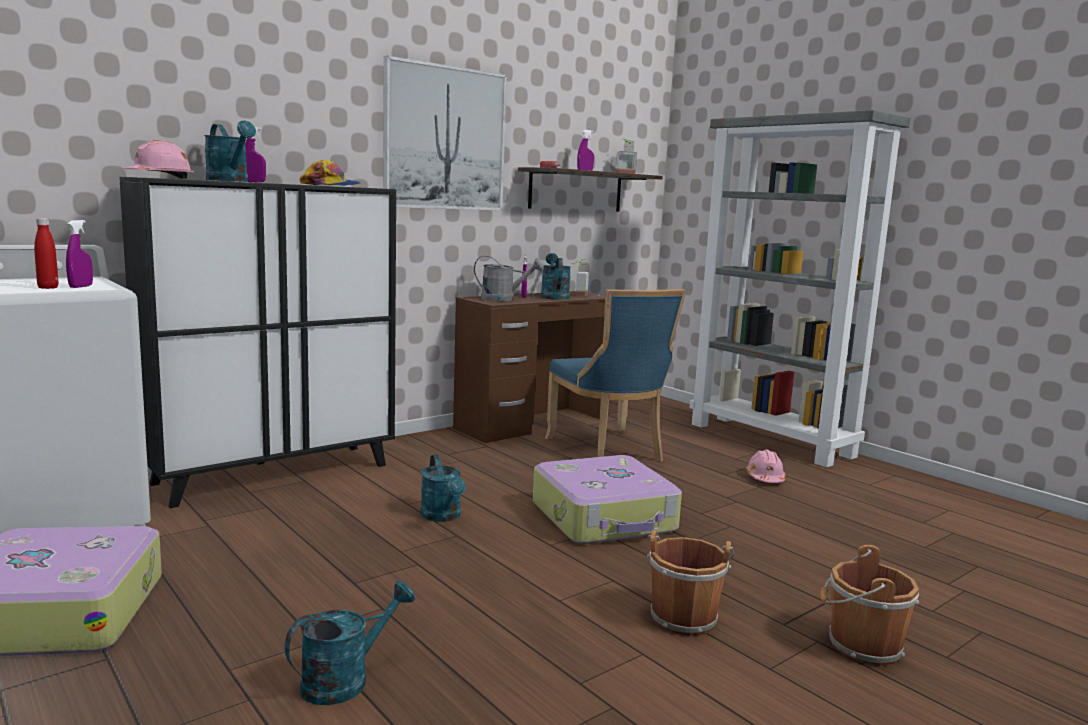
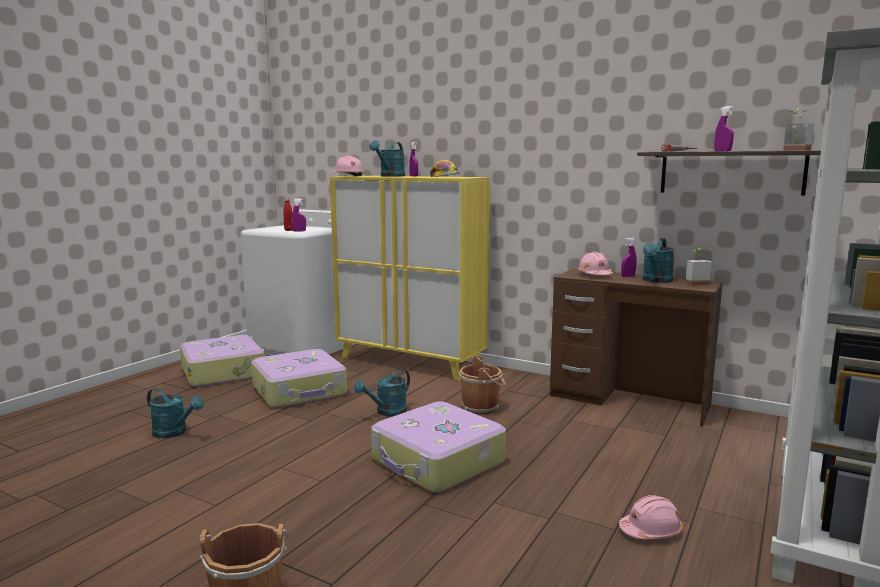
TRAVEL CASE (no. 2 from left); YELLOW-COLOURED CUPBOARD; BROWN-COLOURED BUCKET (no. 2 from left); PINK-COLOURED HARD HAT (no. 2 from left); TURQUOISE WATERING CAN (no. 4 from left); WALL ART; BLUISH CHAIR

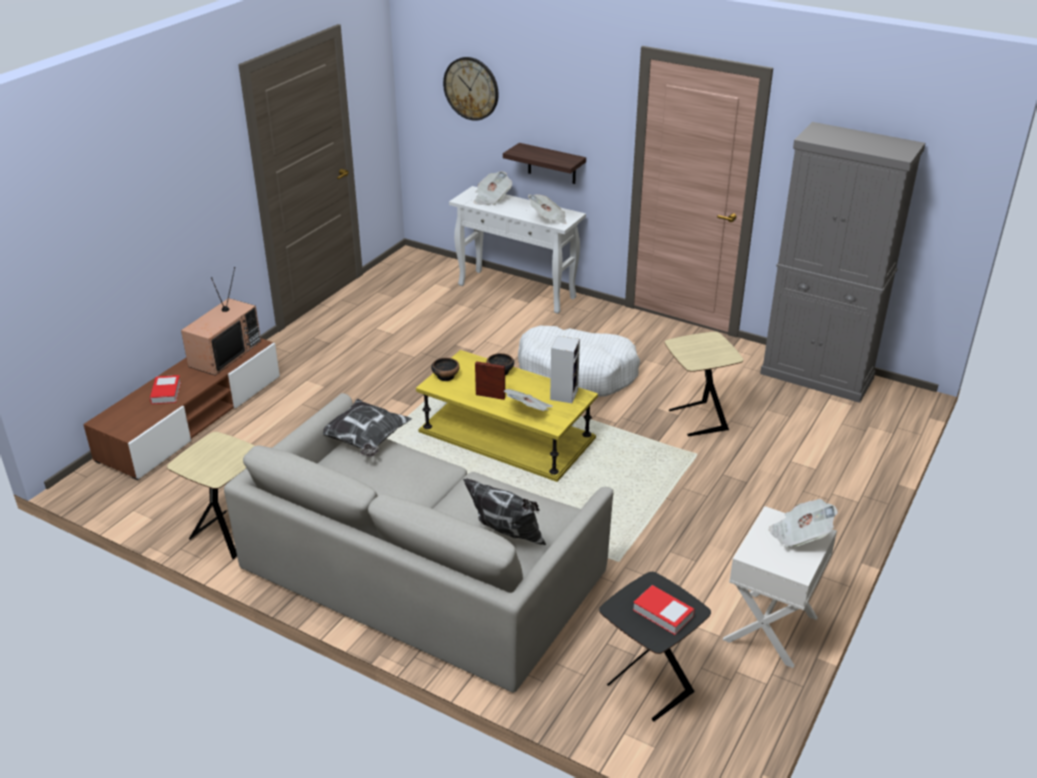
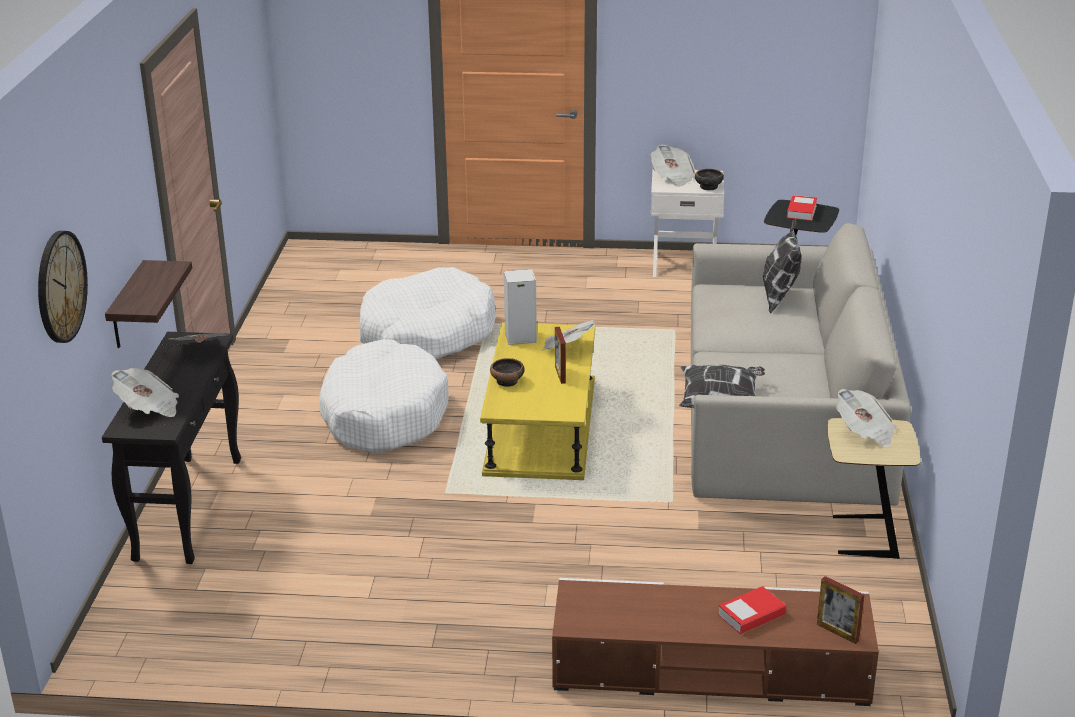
BLACKISH NARROW TABLE; WHITISH DOG BED (no. 2 from left); SERVING BOWL (no. 2 from left); PICTURE FRAME (no. 2 from left); PRINTED PAPER (no. 5 from left); TV SET; GRAY CUPBOARD

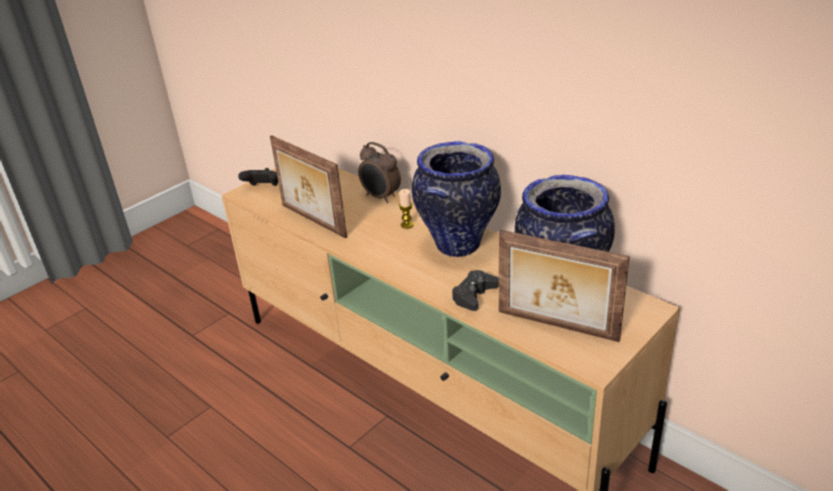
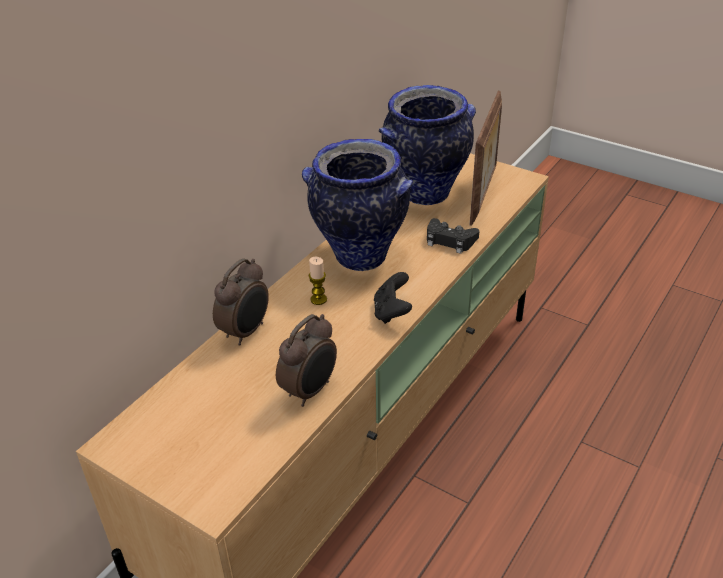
BEDSIDE CLOCK (no. 2 from left); BLACKISH GAME CONTROLLER (no. 1 from left)

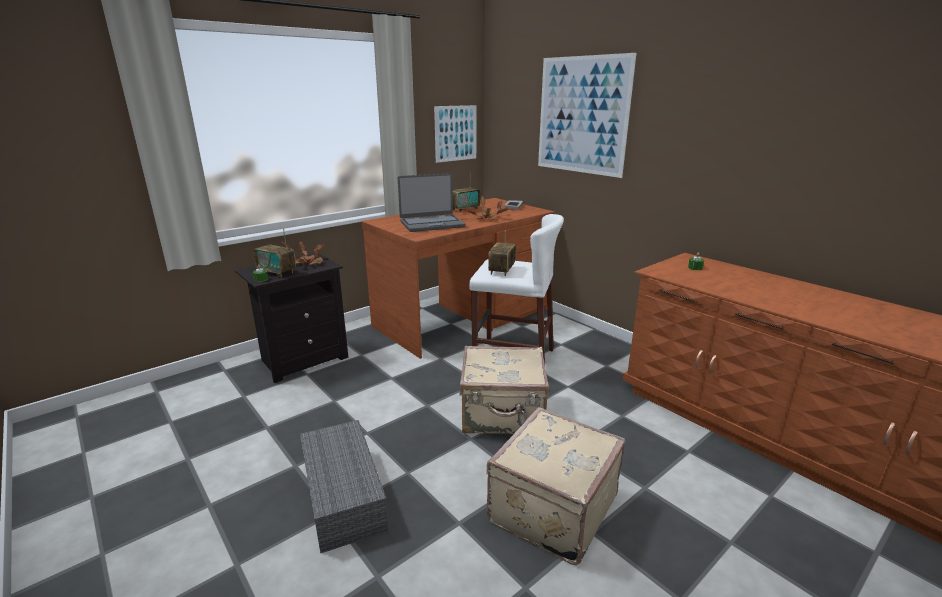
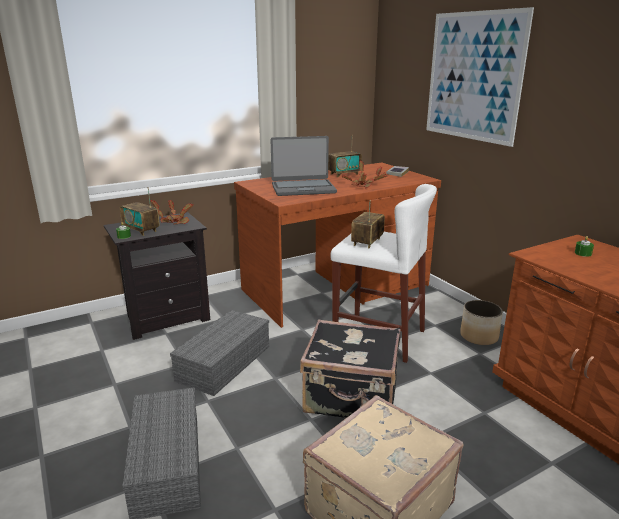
GRAY STORAGE BIN (no. 2 from left); BLACKISH TRAVEL CASE; FLOWER POT; WALL ART (no. 1 from left in the first image)

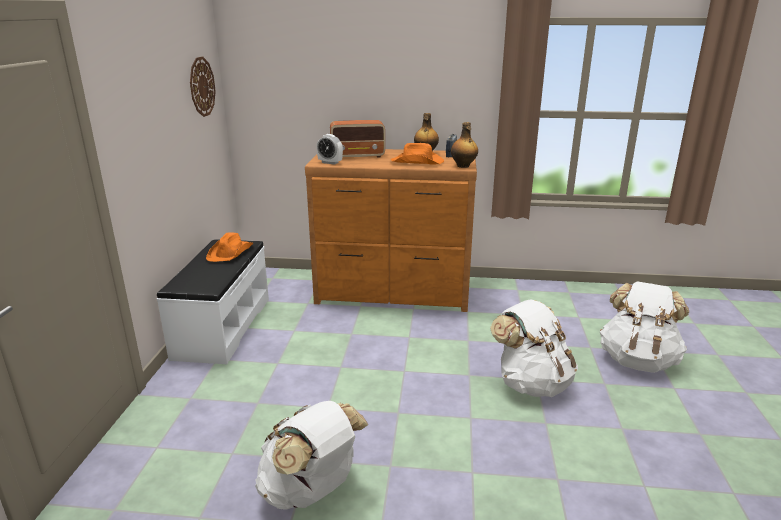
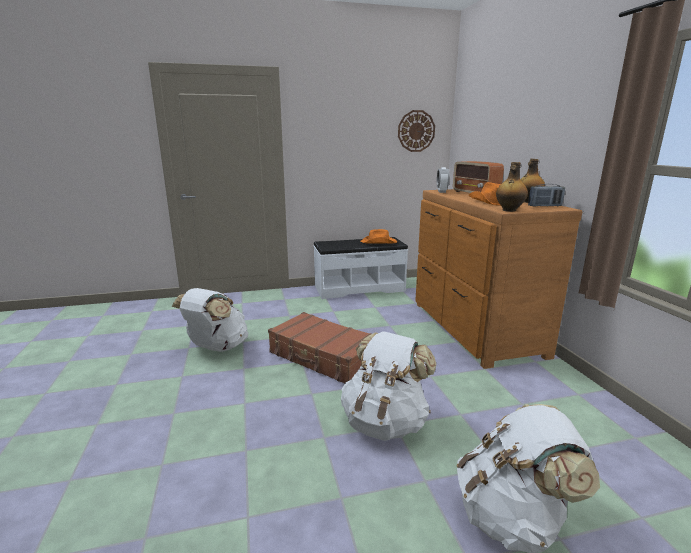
BROWN-COLOURED TRAVEL CASE

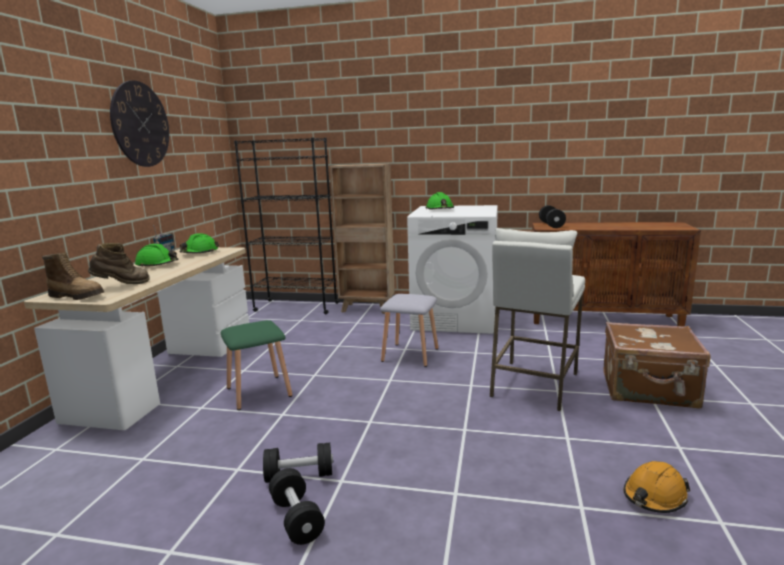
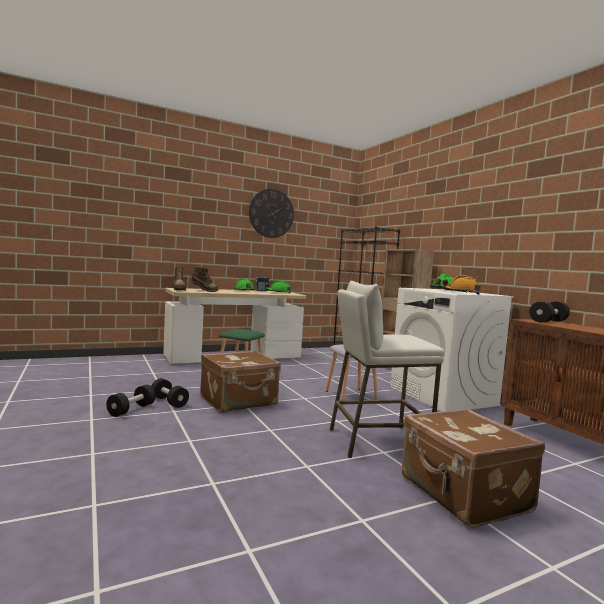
BROWN-COLOURED TRAVEL CASE (no. 1 from left); ORANGE-COLOURED HARD HAT

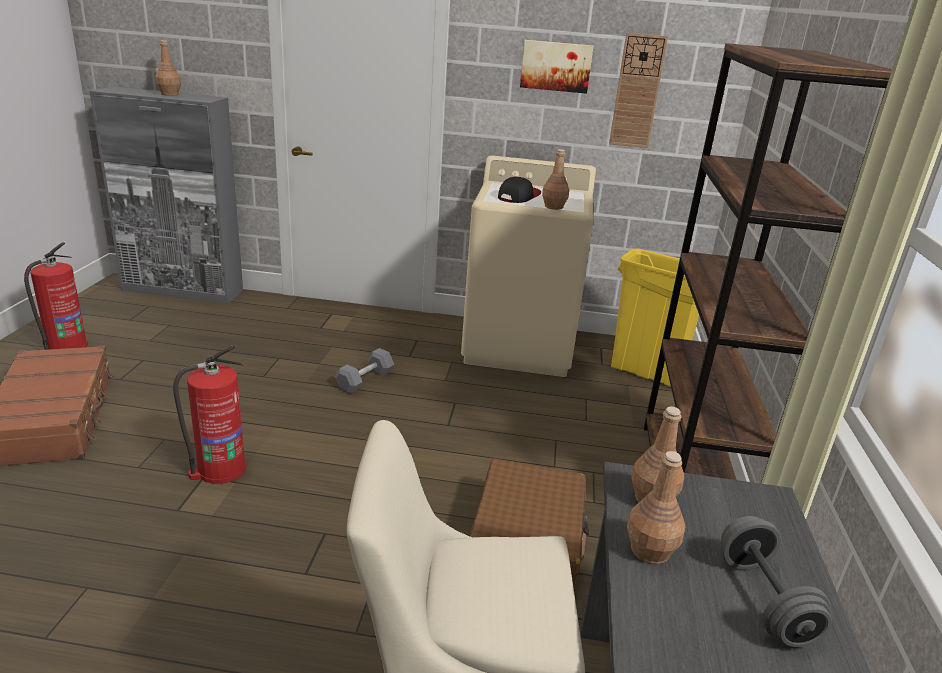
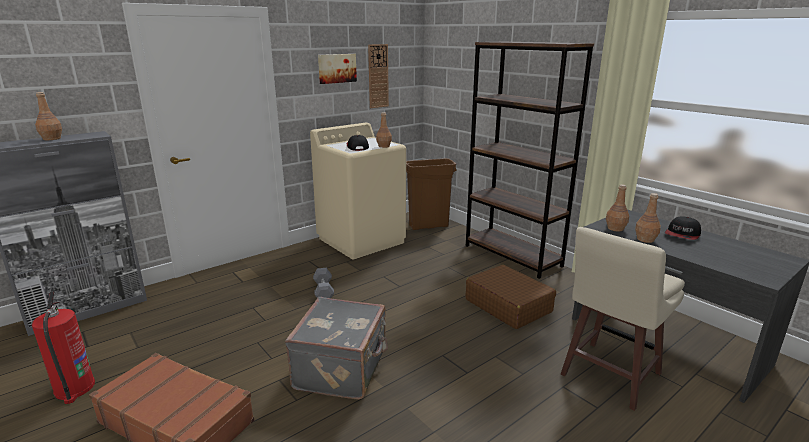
GRAY TRAVEL CASE; BROWN-COLOURED WASTE BIN; BASEBALL CAP (no. 2 from left)

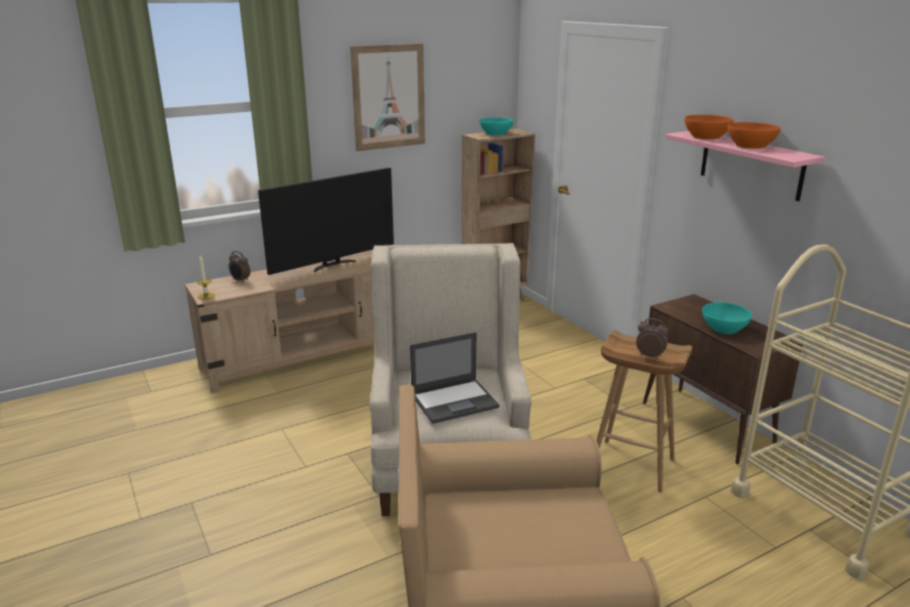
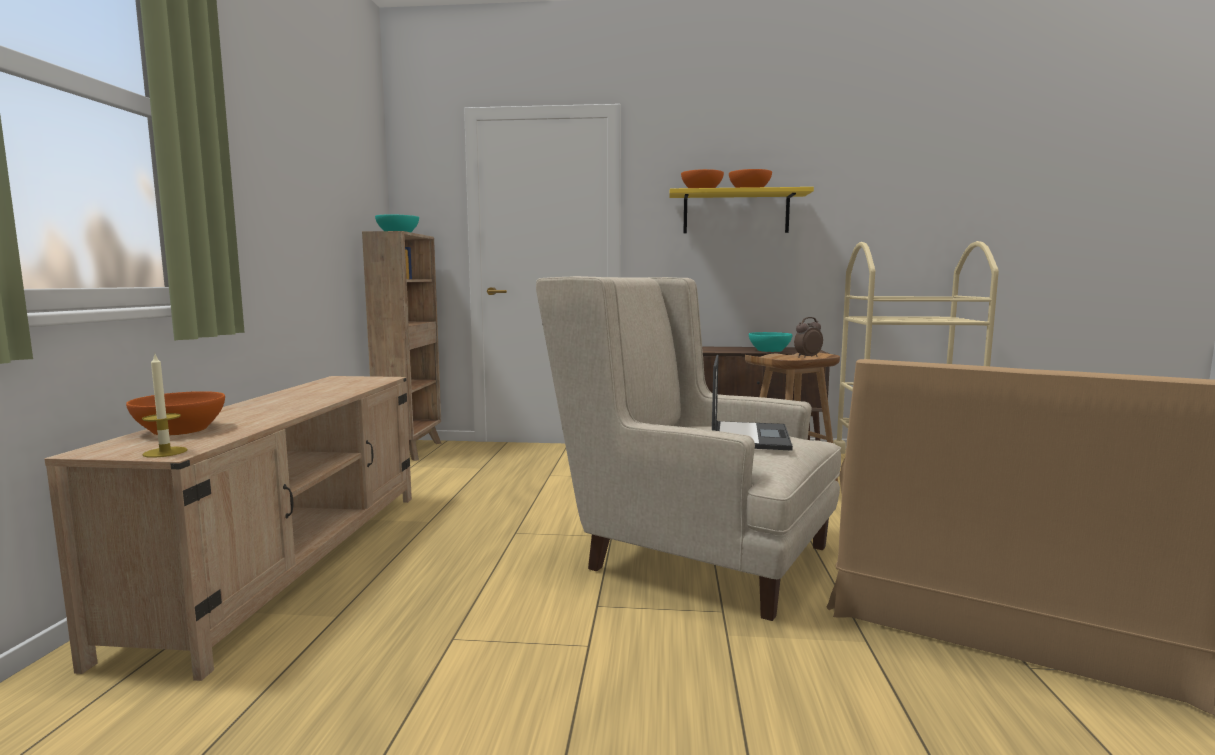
ORANGE-COLOURED SERVING BOWL (no. 1 from left); YELLOW-COLOURED SHELF; TV SET; WALL ART

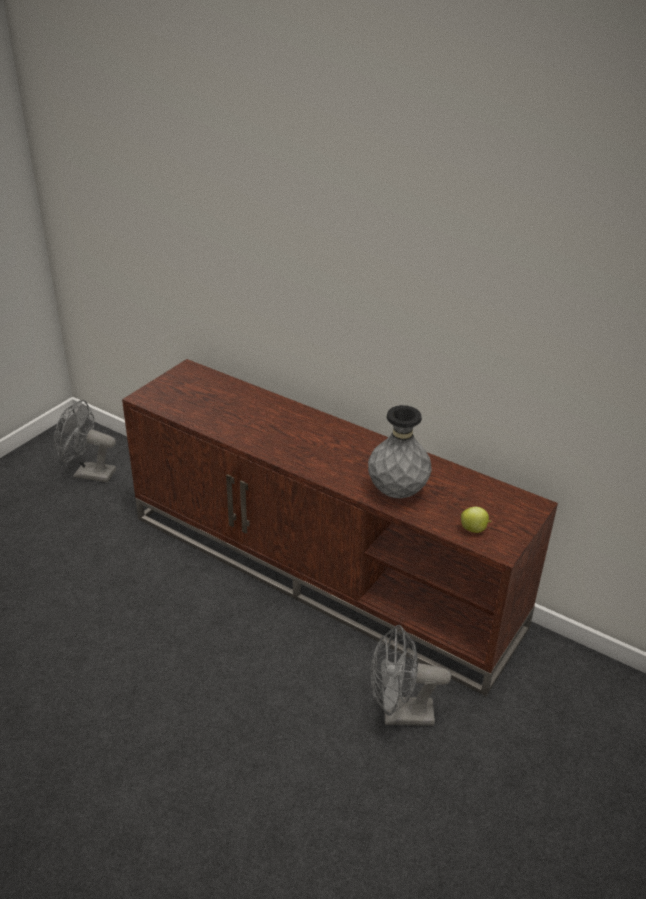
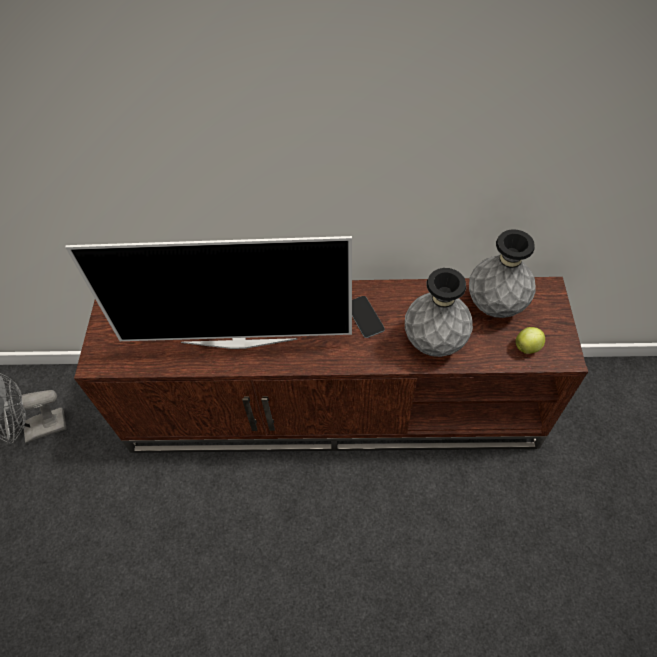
TV SET; PHONE; GRAY FLOWER VASE (no. 2 from left); GRAY ELECTRIC FAN (no. 2 from left in the first image)

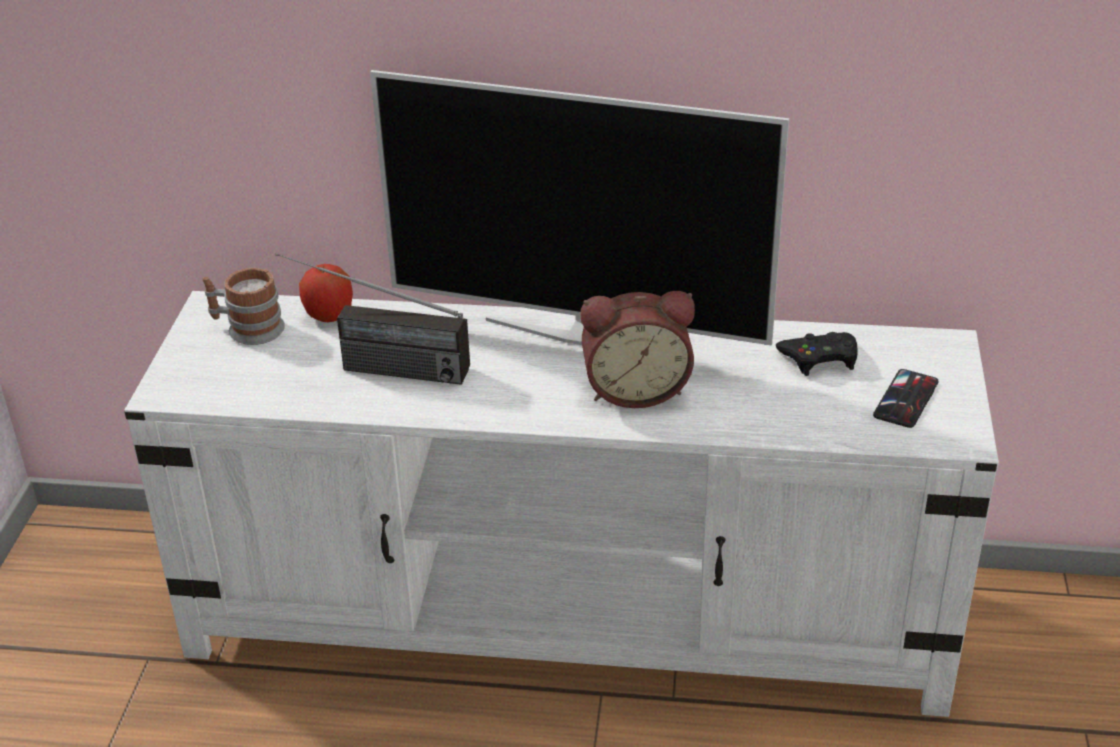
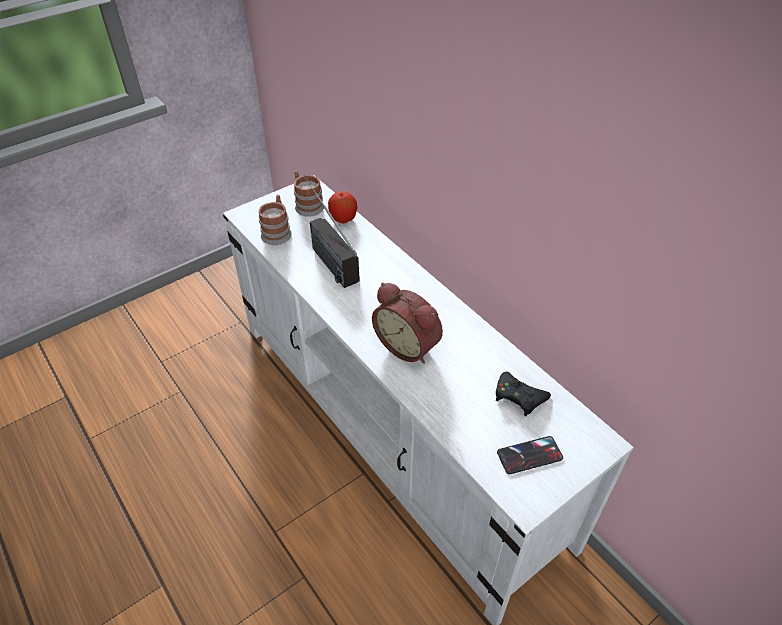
MUG (no. 1 from left); TV SET

